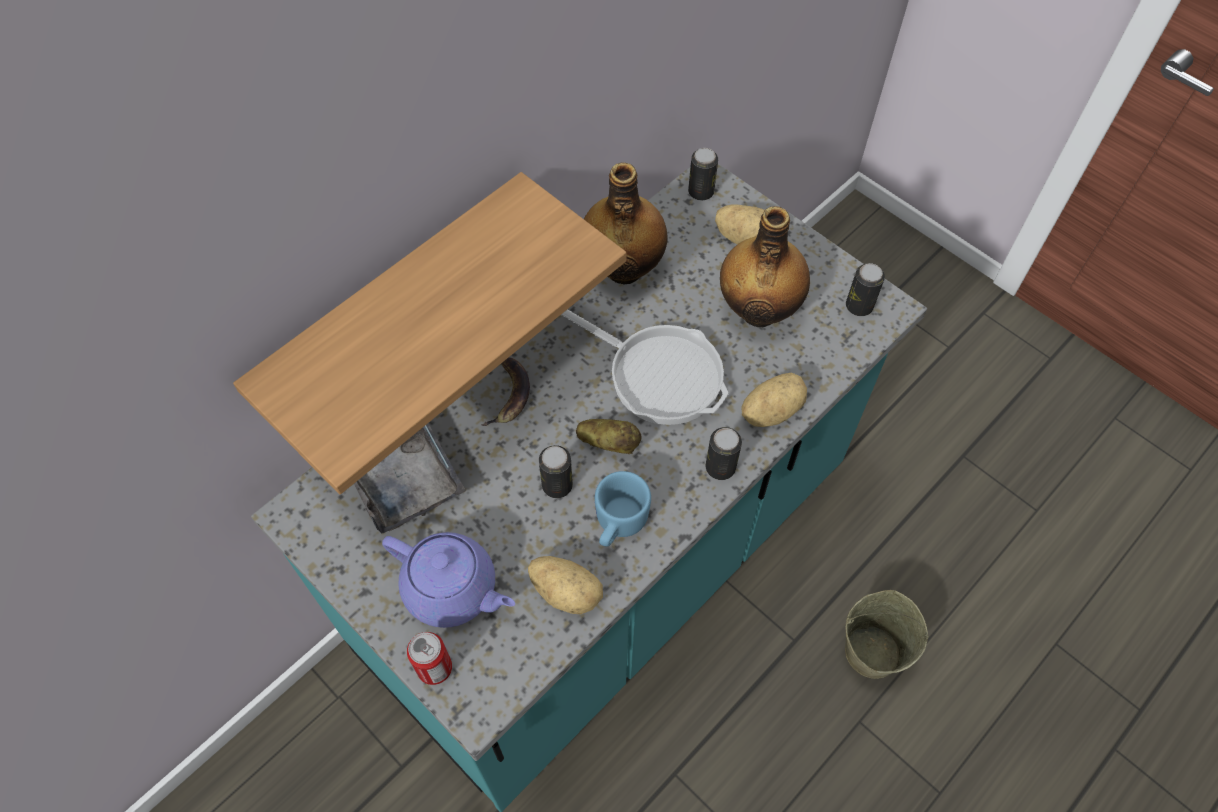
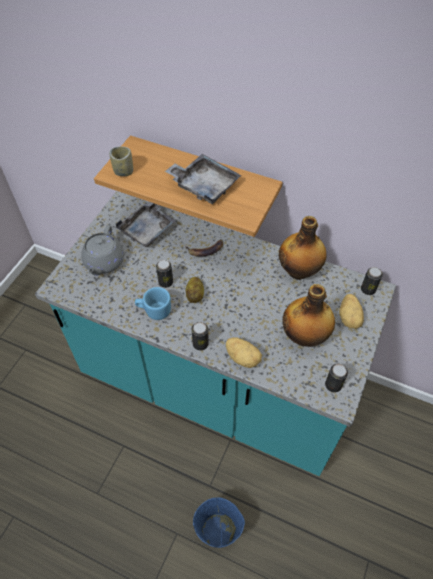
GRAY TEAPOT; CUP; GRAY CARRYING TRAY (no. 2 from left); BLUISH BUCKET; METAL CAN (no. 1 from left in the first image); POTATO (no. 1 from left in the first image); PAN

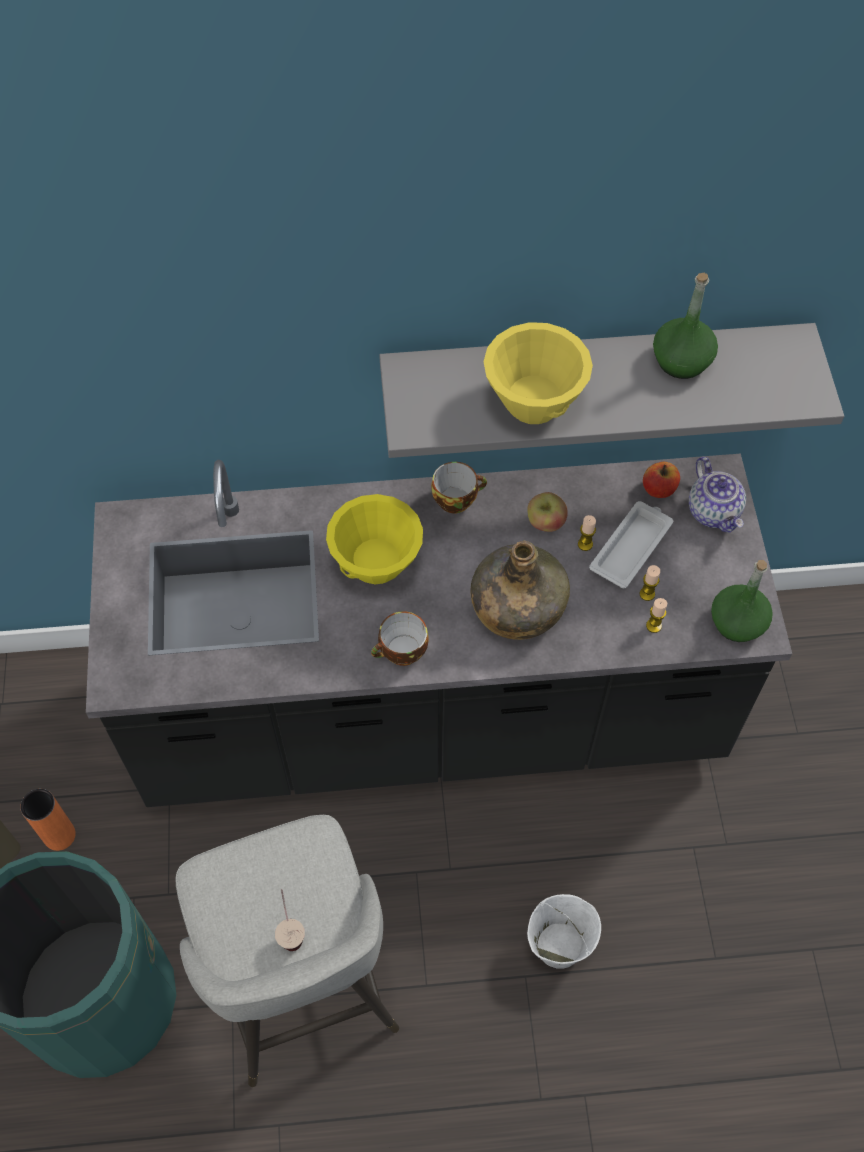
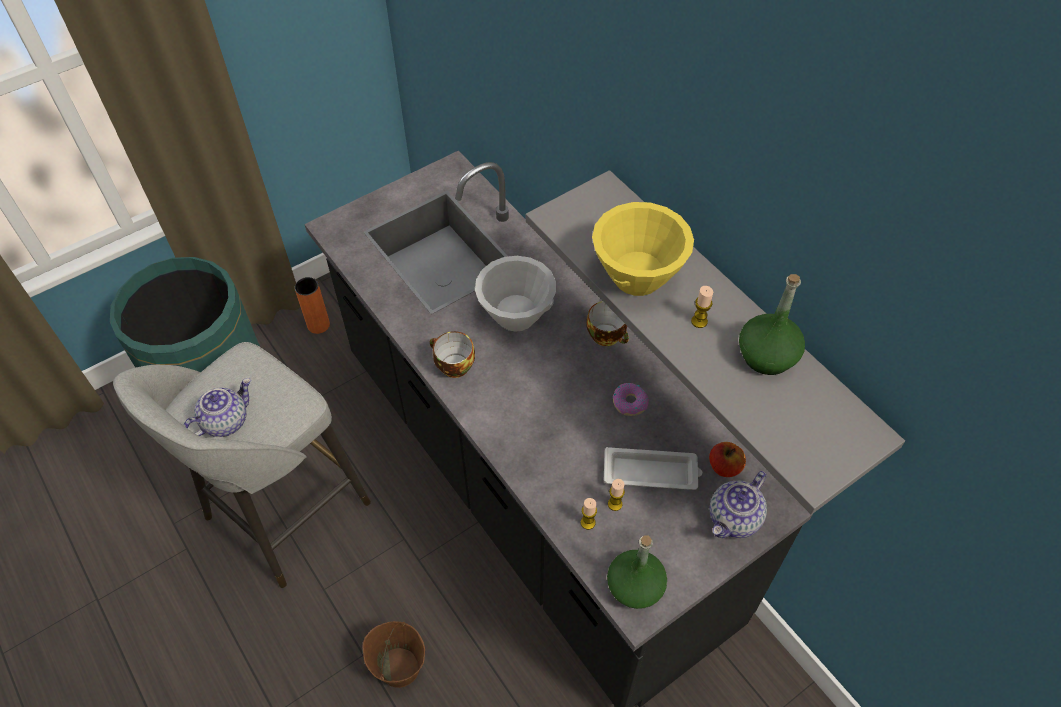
TEAPOT (no. 1 from left); BROWN-COLOURED BUCKET; WHITISH SERVING BOWL; DONUT; CANDLE (no. 3 from left); GREEN-COLOURED DRINK BOTTLE (no. 1 from left in the first image)

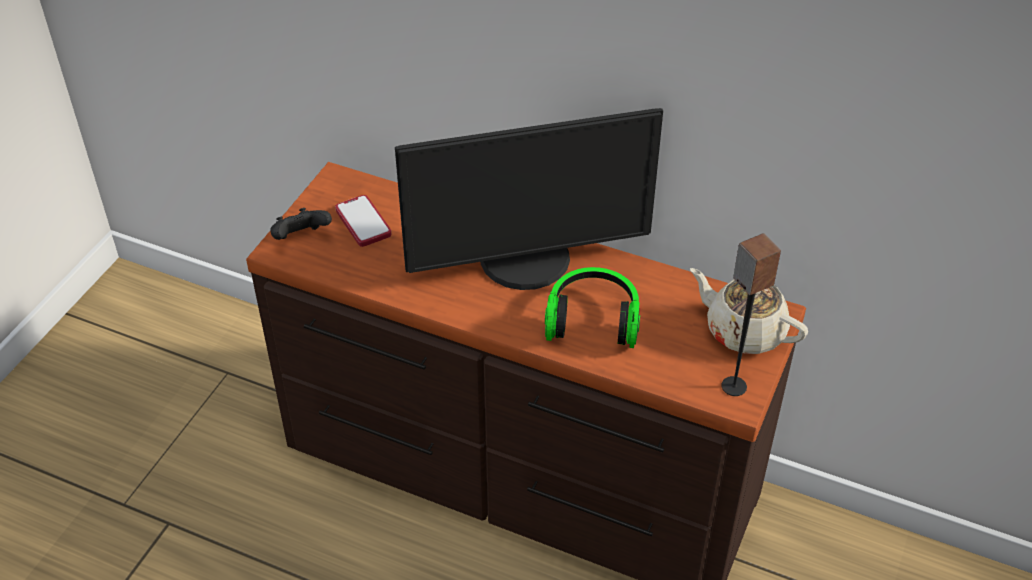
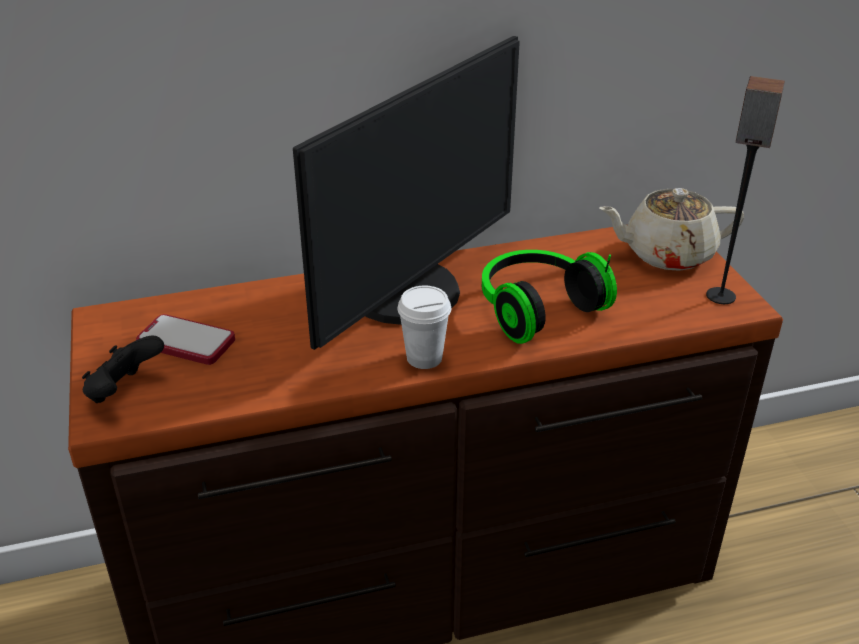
WHITISH CUP

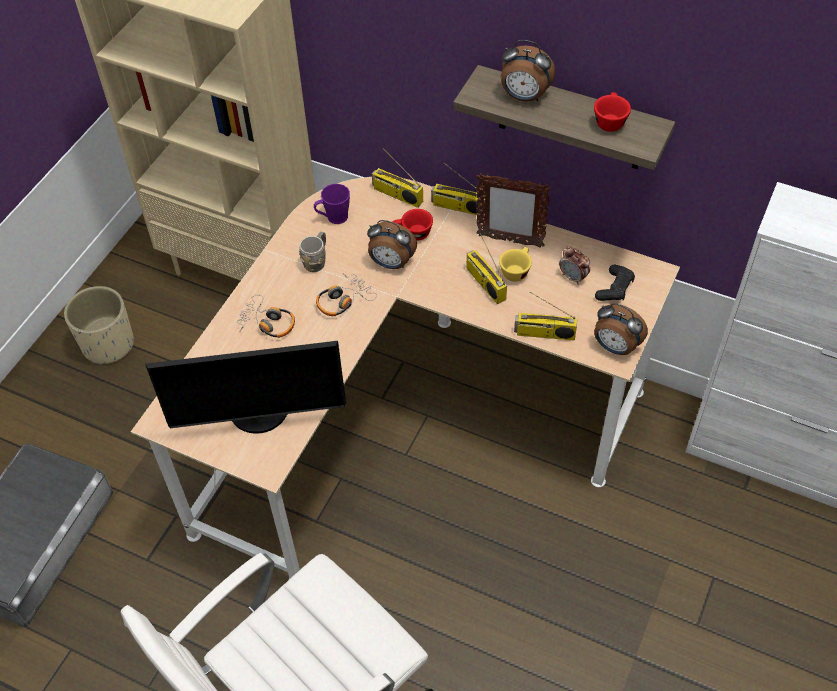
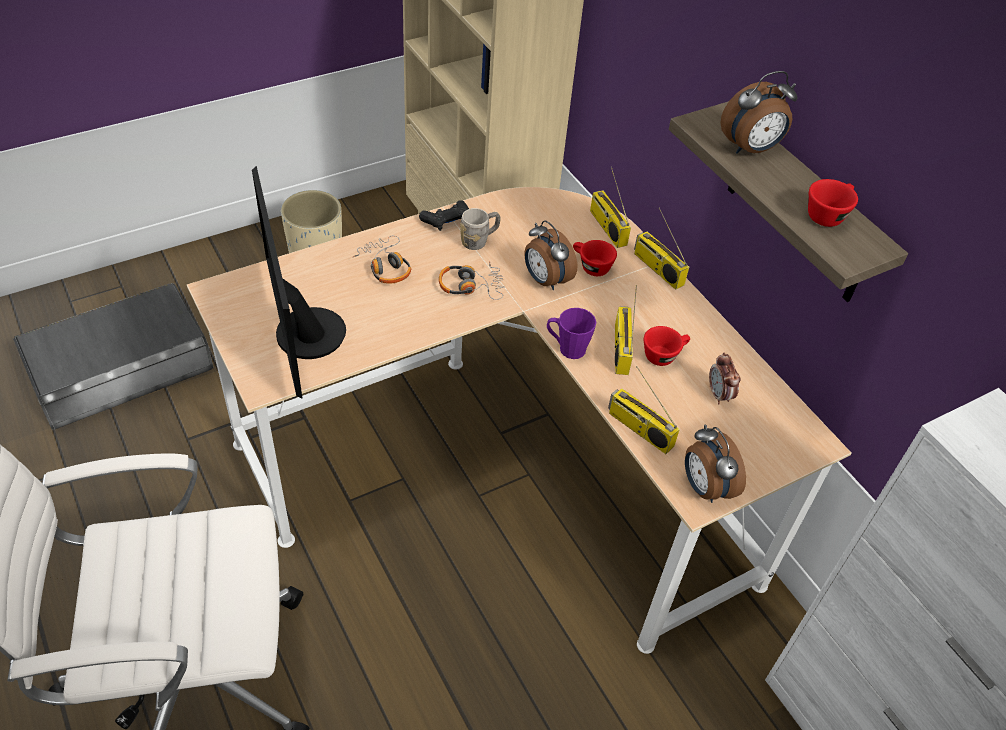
COMPUTER DISPLAY; BLACKISH GAME CONTROLLER; PURPLE MUG; REDDISH CUP (no. 2 from left); BEDSIDE CLOCK (no. 4 from left); PICTURE FRAME

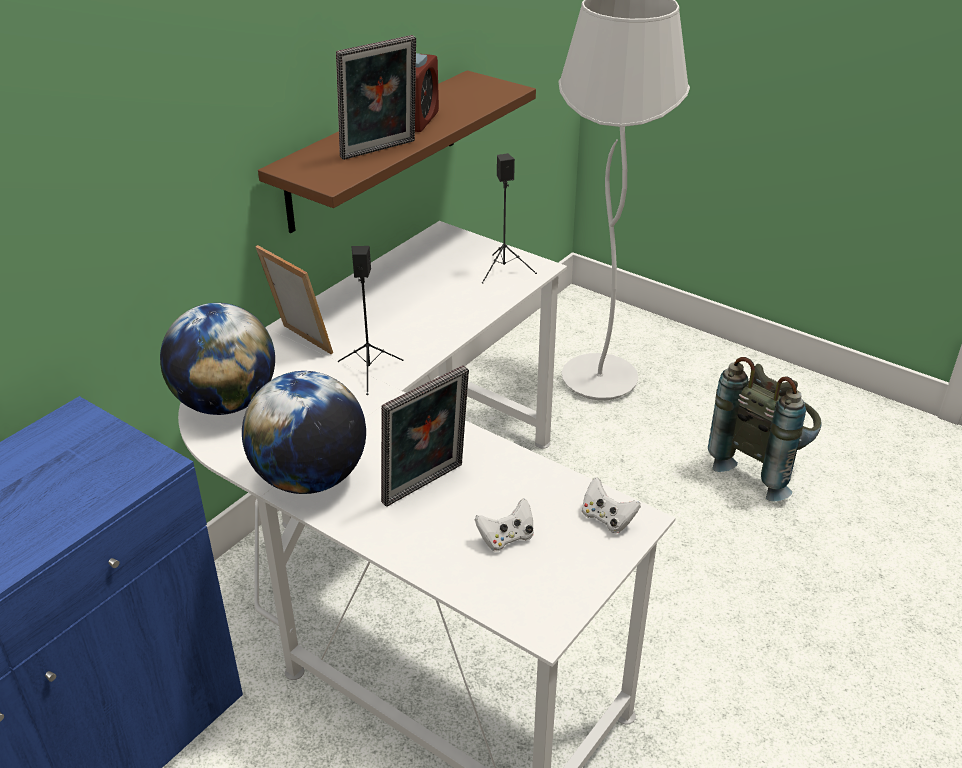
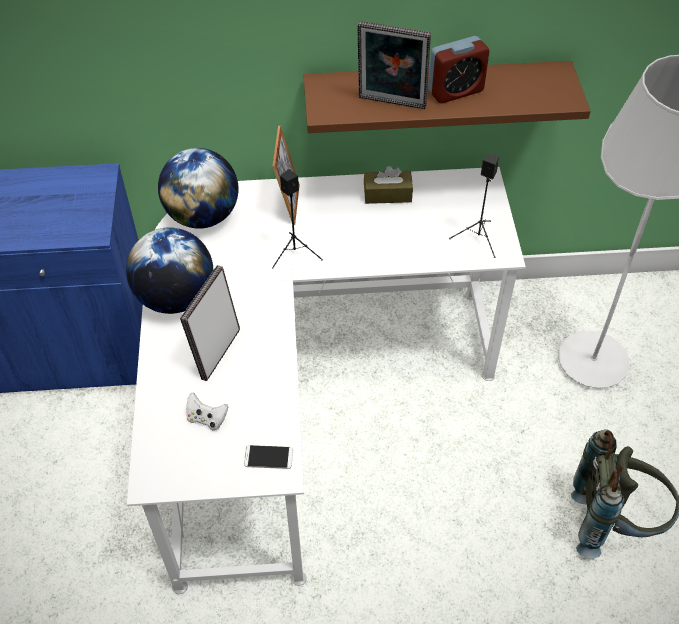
PICTURE FRAME (no. 1 from left); PHONE; BROWN-COLOURED BOX OF TISSUES

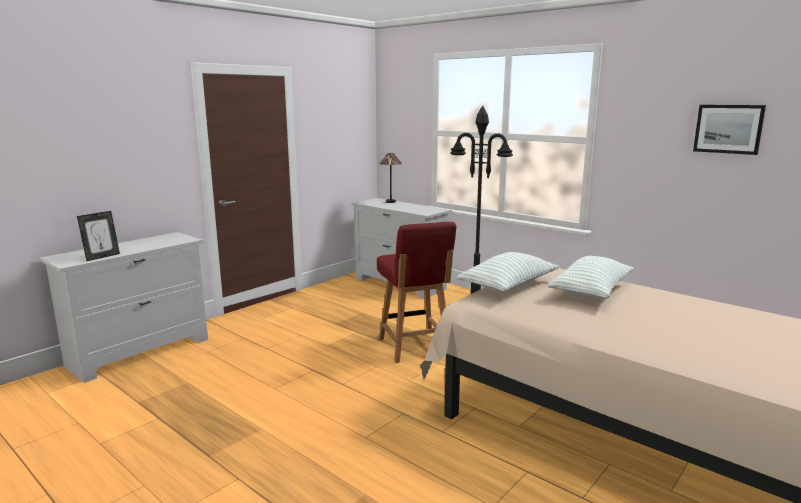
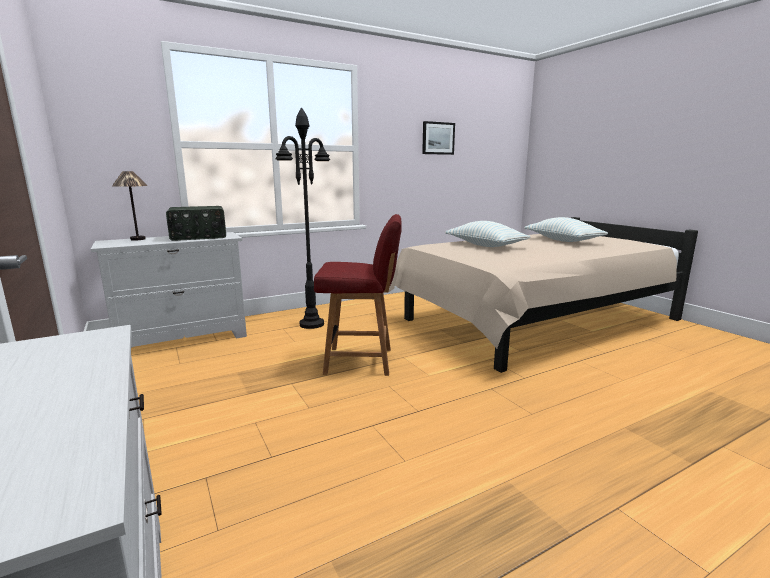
RADIO; THROW PILLOW (no. 2 from left); PICTURE FRAME

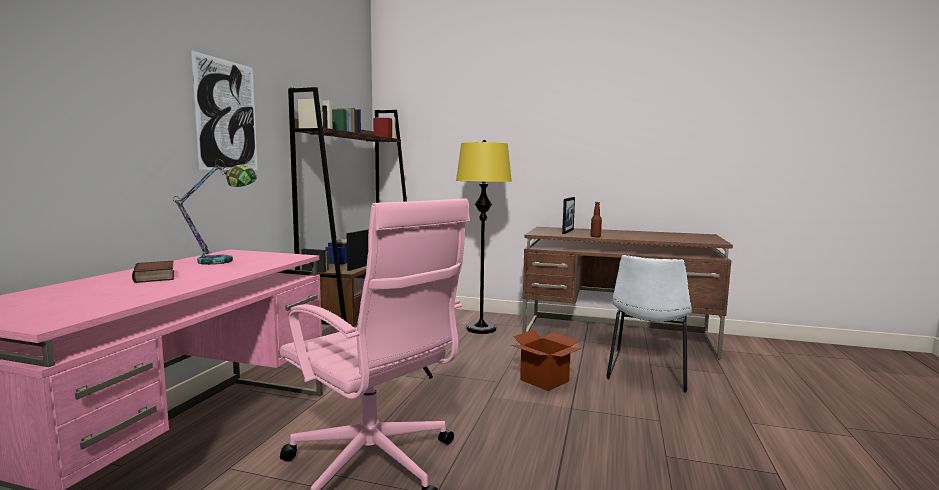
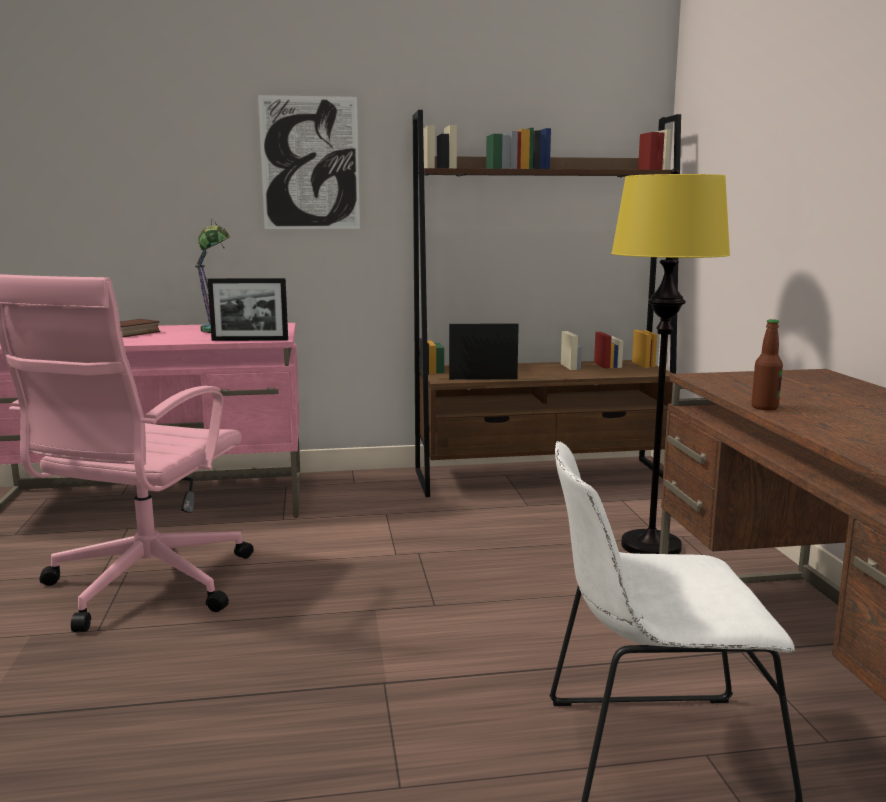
PICTURE FRAME (no. 1 from left); CARDBOARD BOX

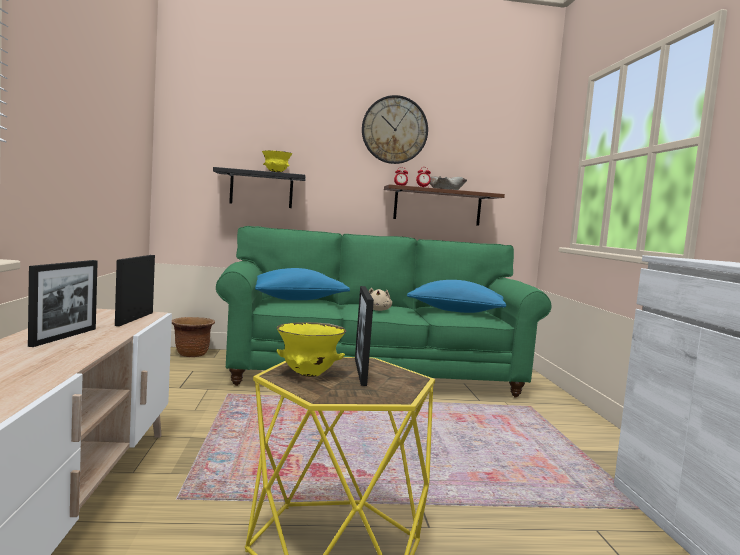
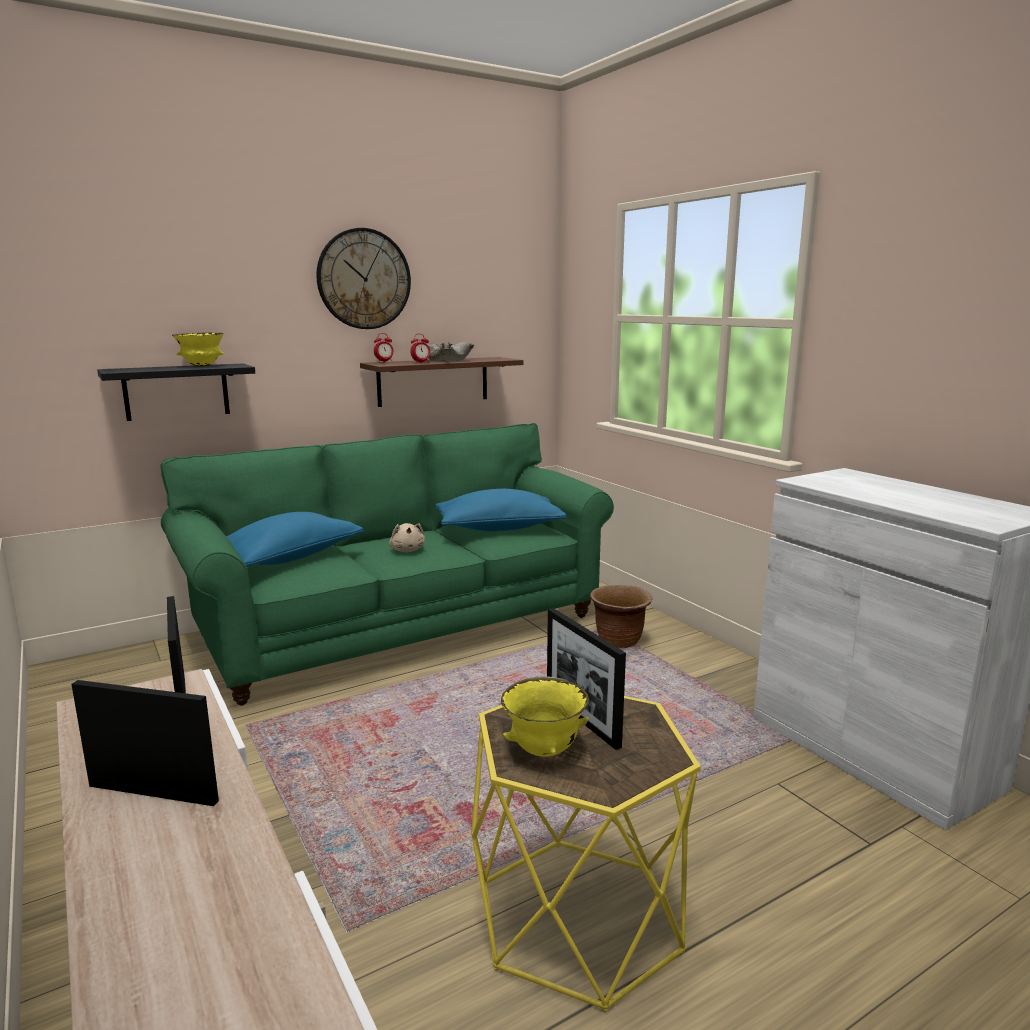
PICTURE FRAME (no. 1 from left); BROWN-COLOURED FLOWER POT

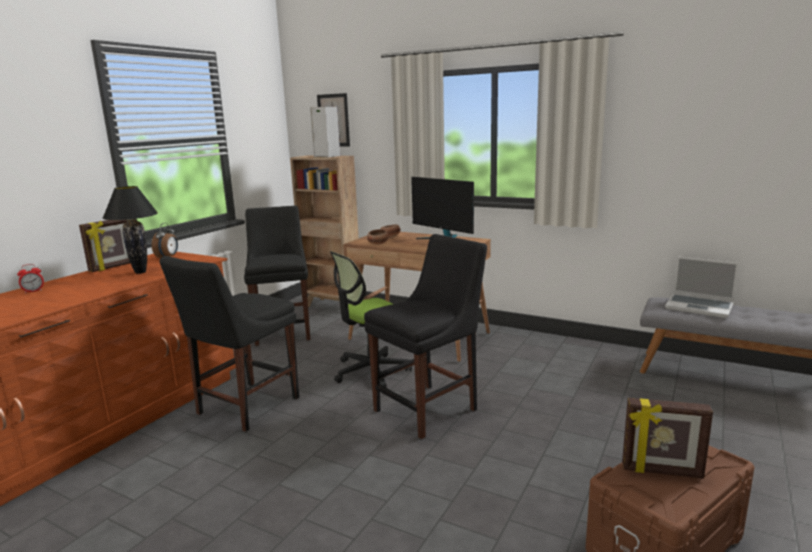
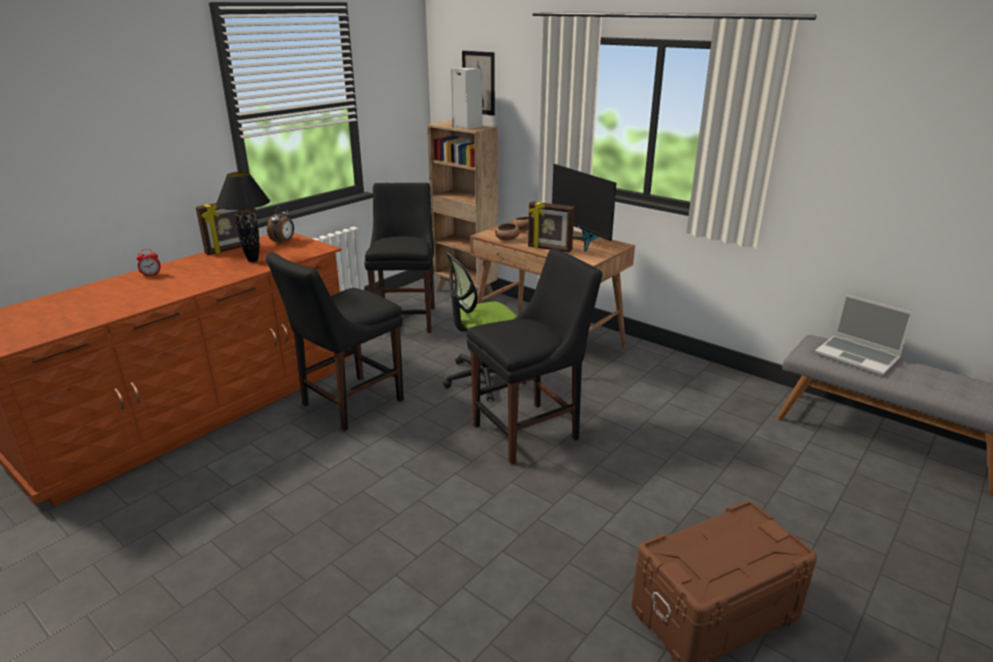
PICTURE FRAME (no. 2 from left)

